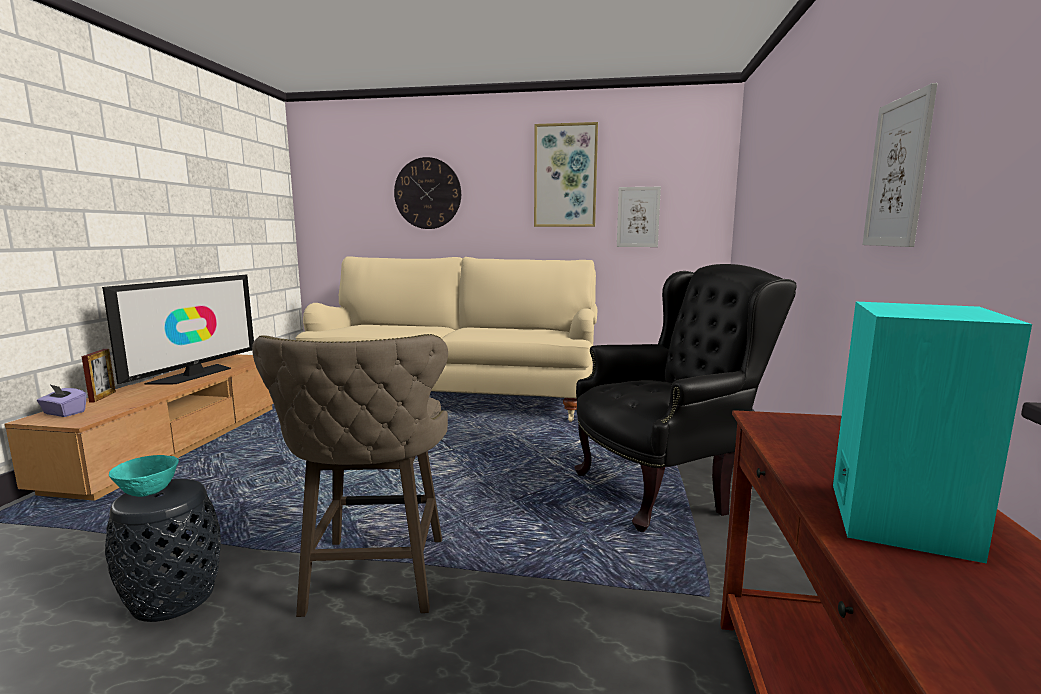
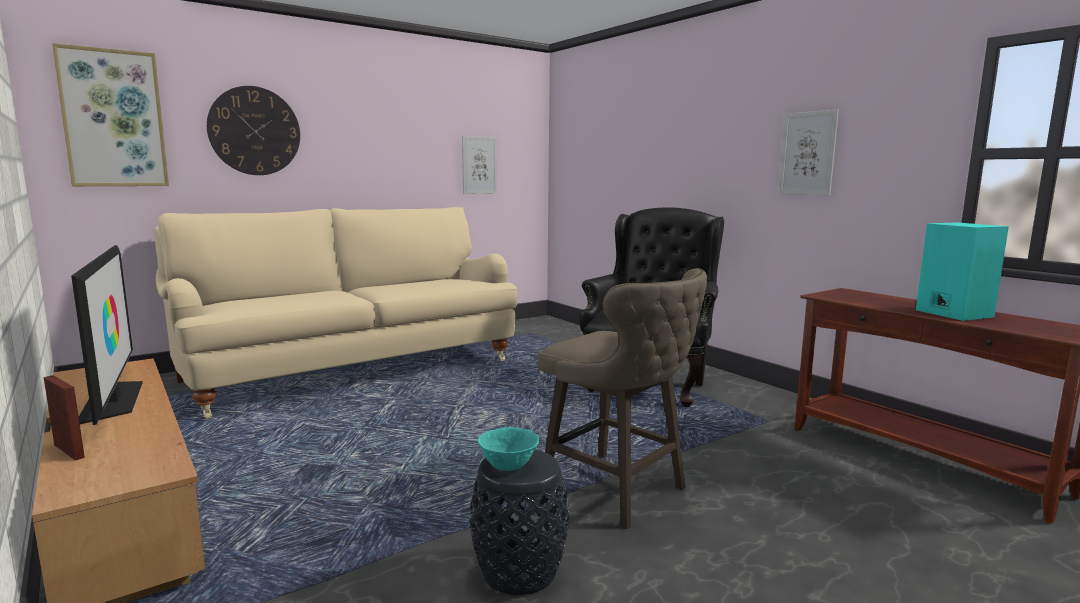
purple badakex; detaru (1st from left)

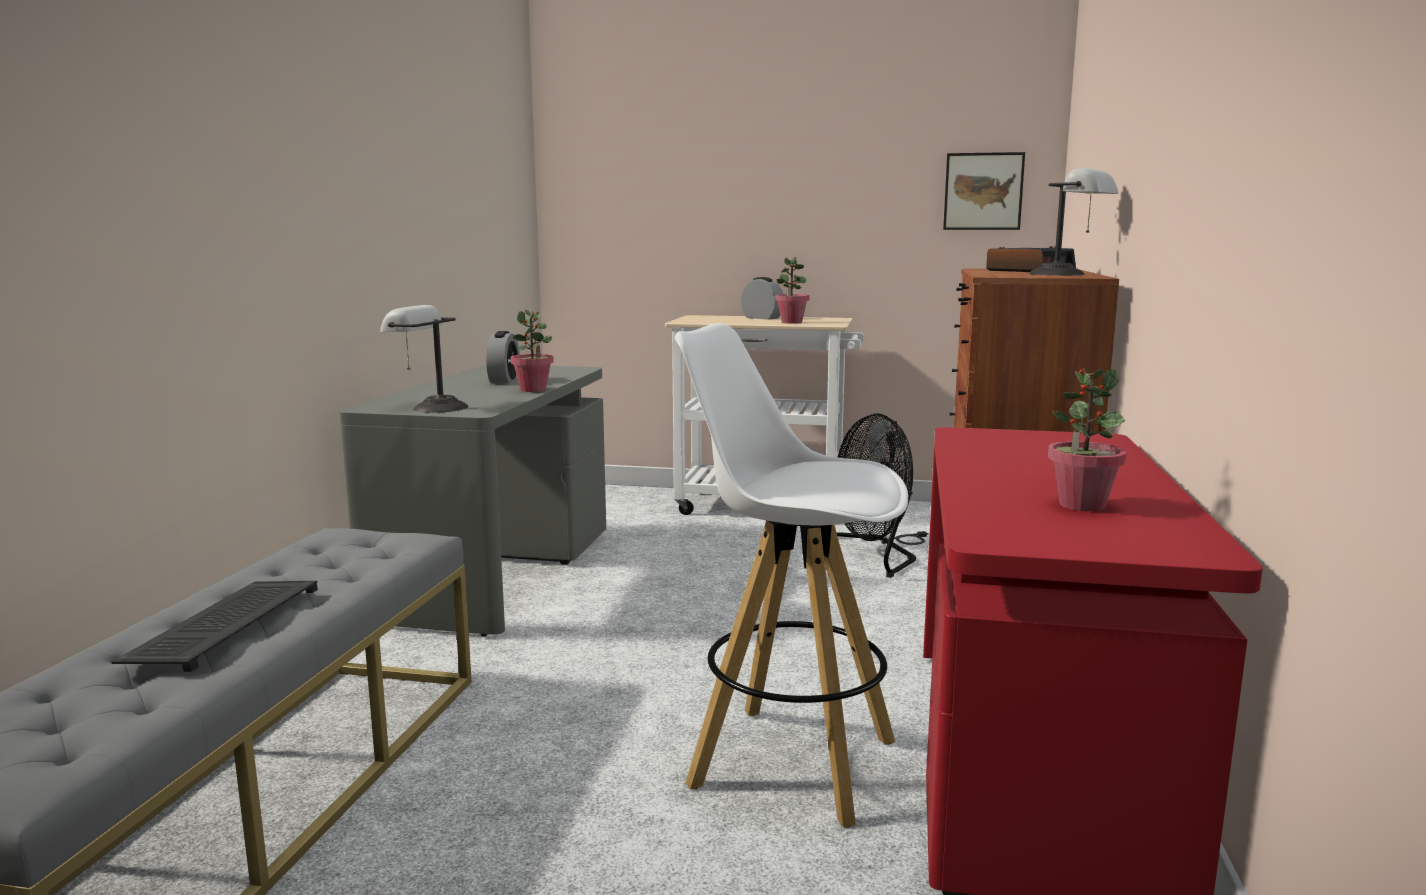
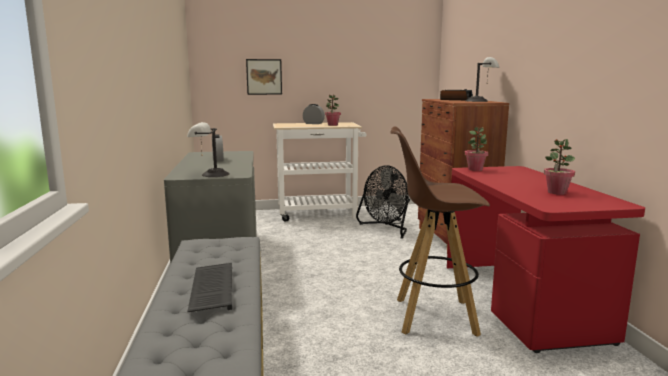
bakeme (2nd from left); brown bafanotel; detaru

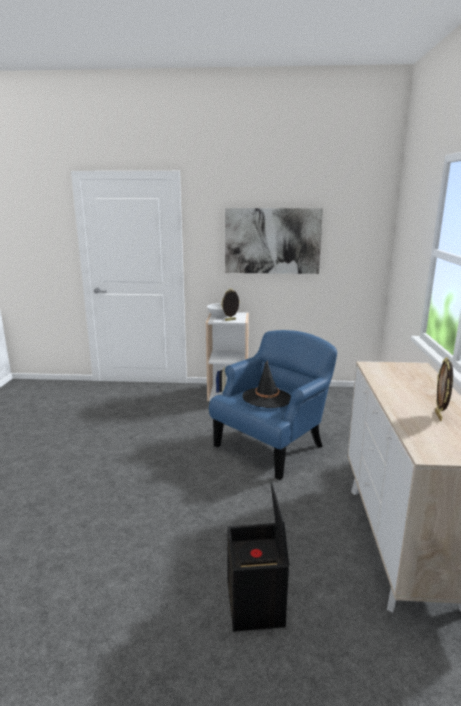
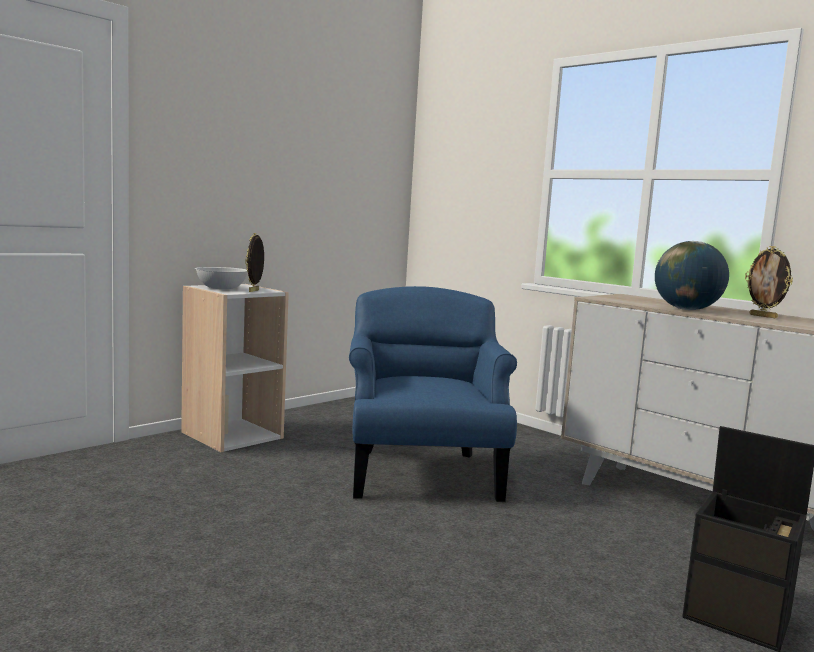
detaru; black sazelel; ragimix

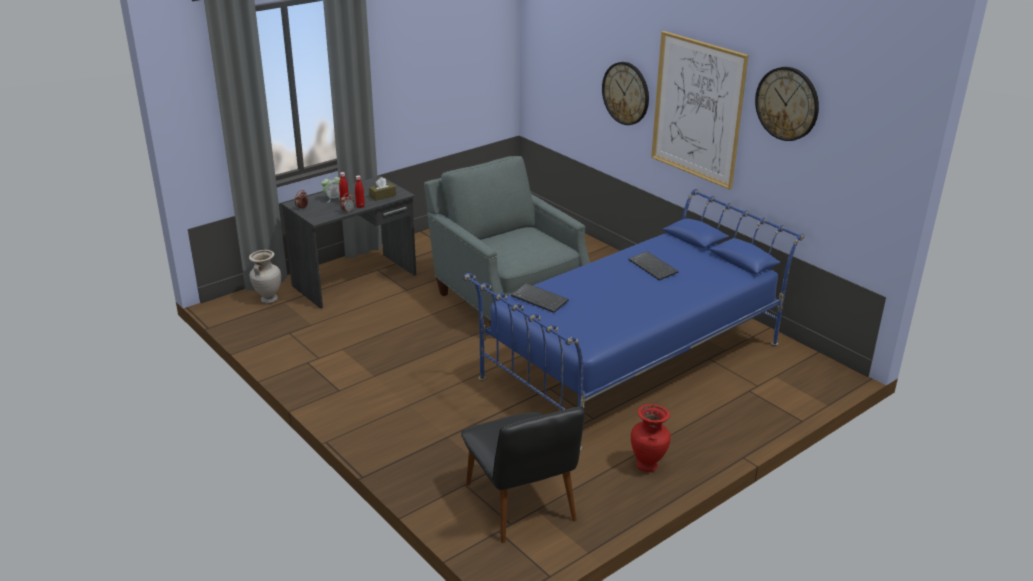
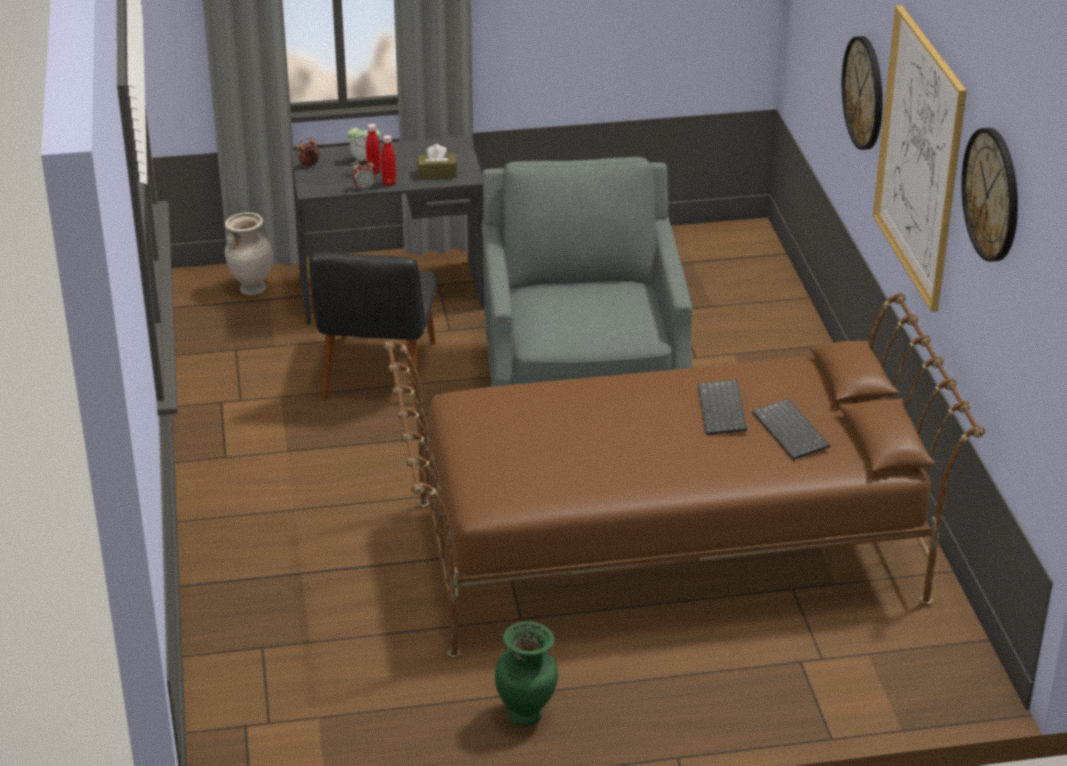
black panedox; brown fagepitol; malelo (2nd from left); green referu

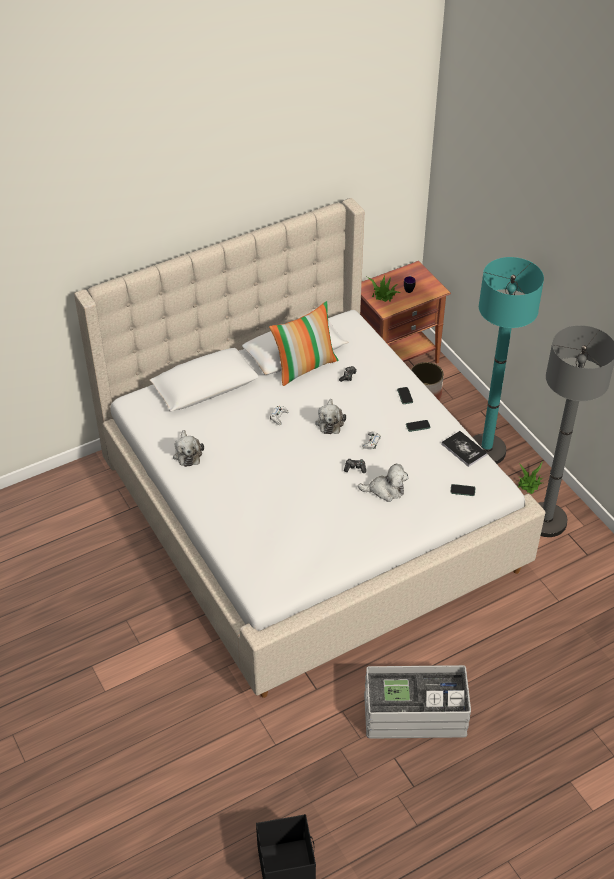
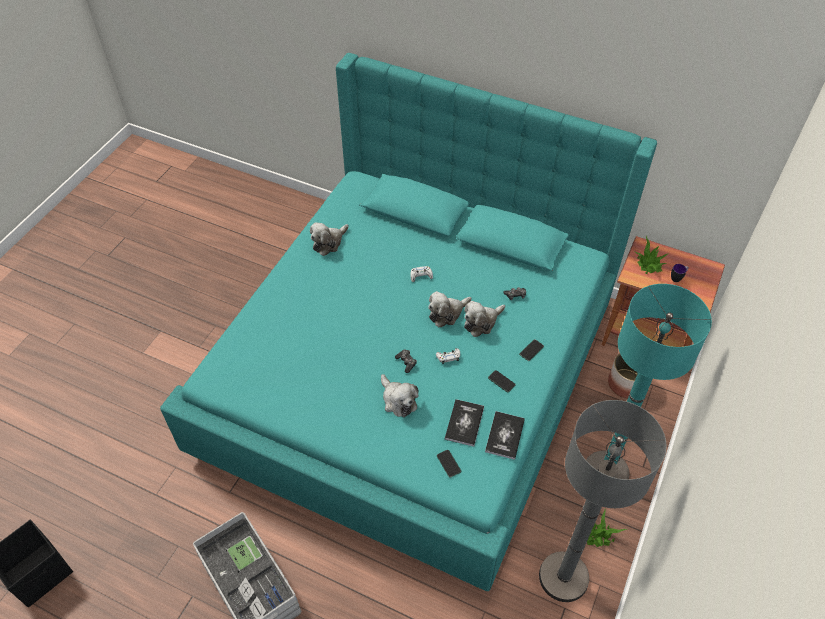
turquoise fagepitol; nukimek; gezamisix (1st from left); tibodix (4th from left)

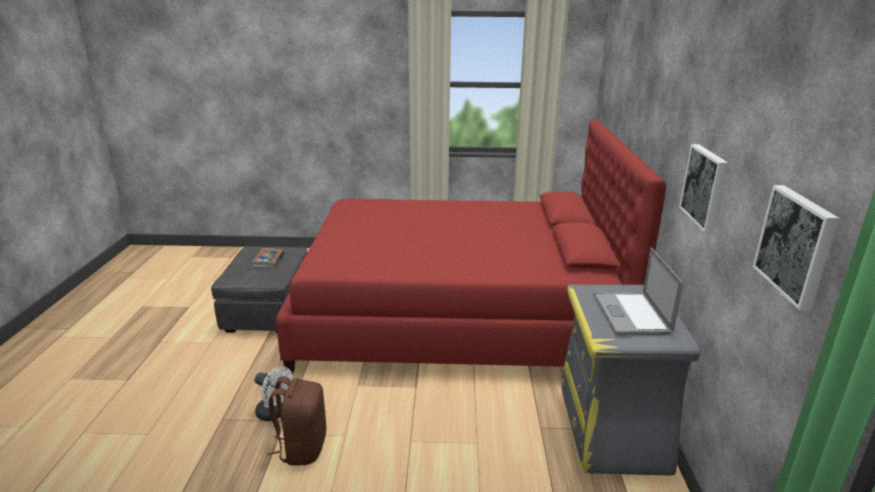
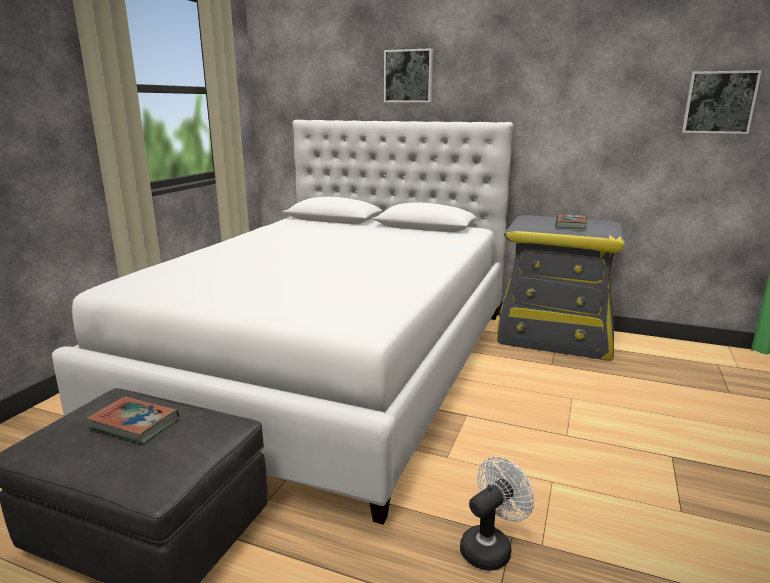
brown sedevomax; white fagepitol; gezamisix (2nd from left); detaru (1st from left)

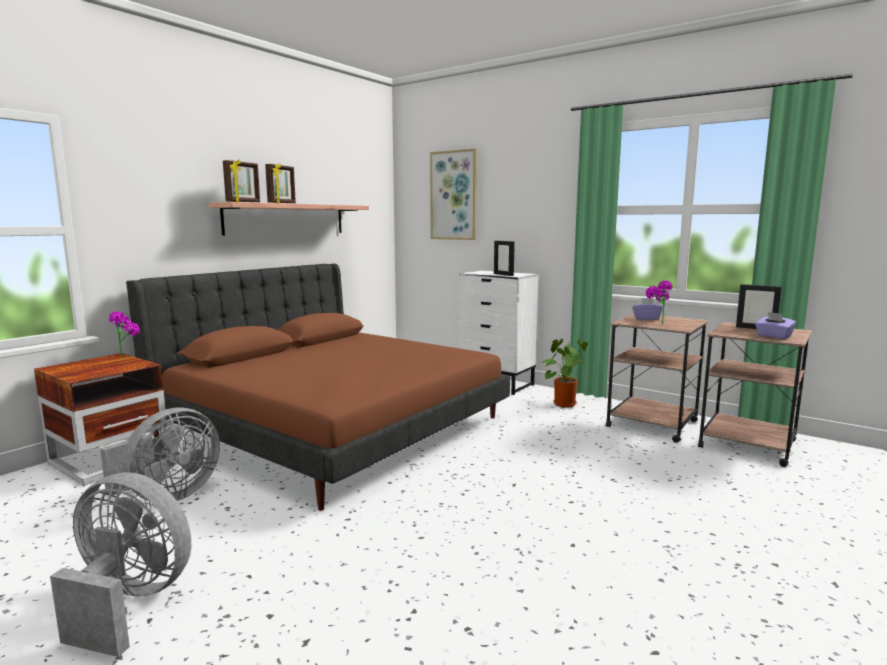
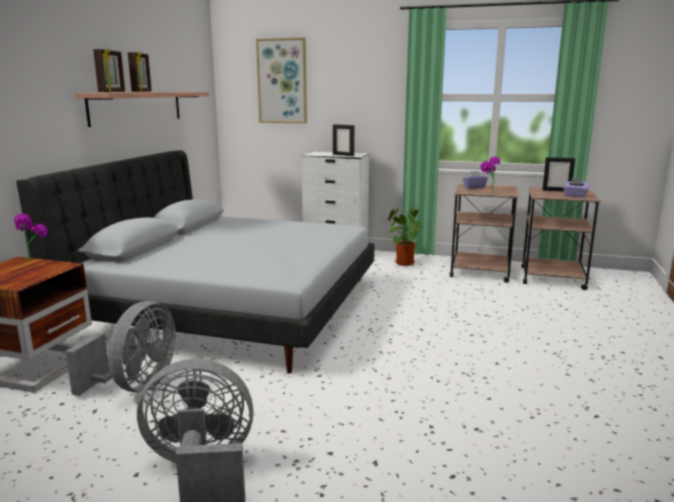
grey fagepitol

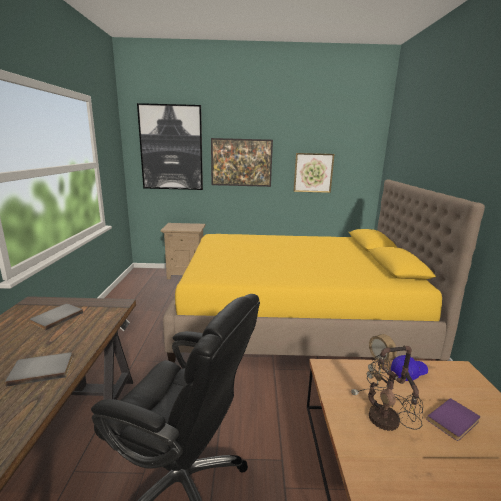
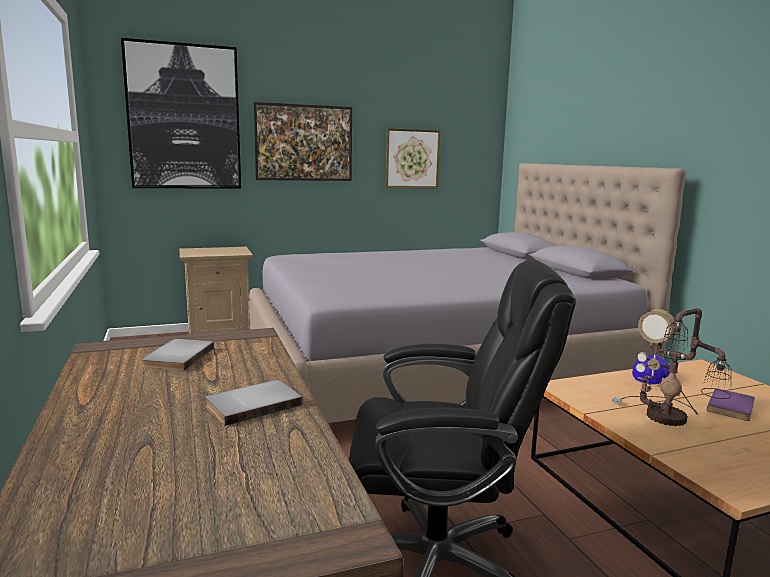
grey fagepitol

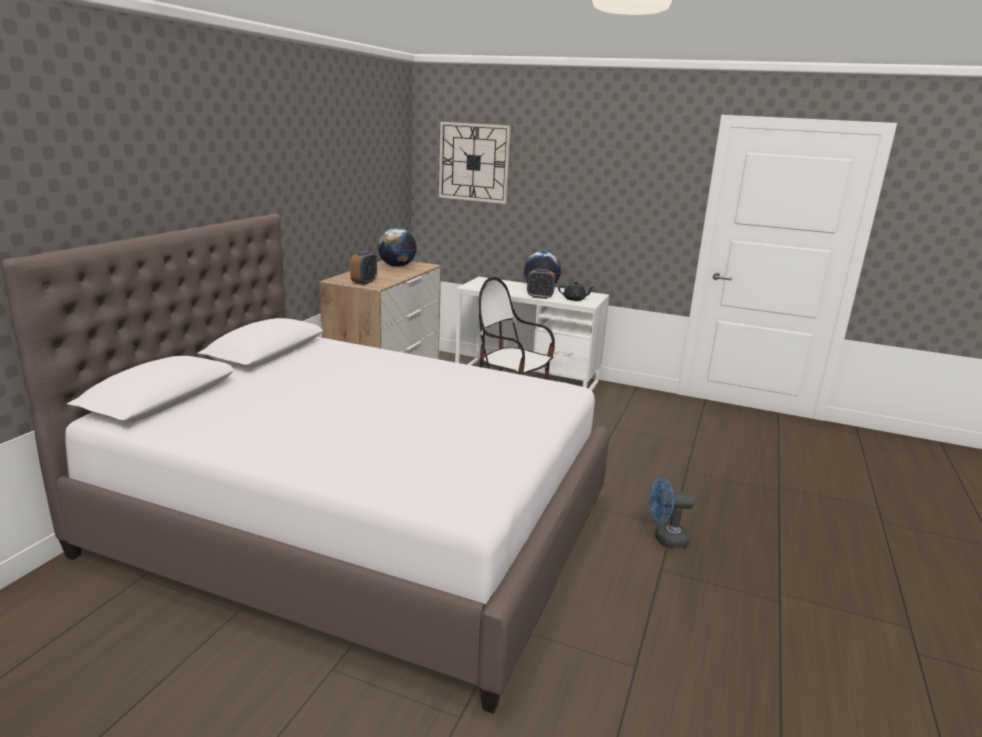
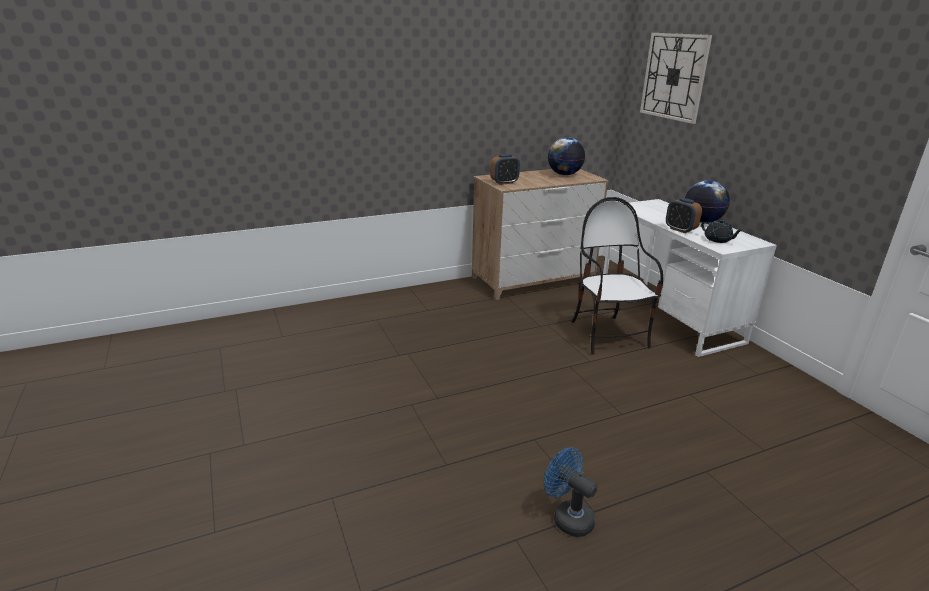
white fagepitol

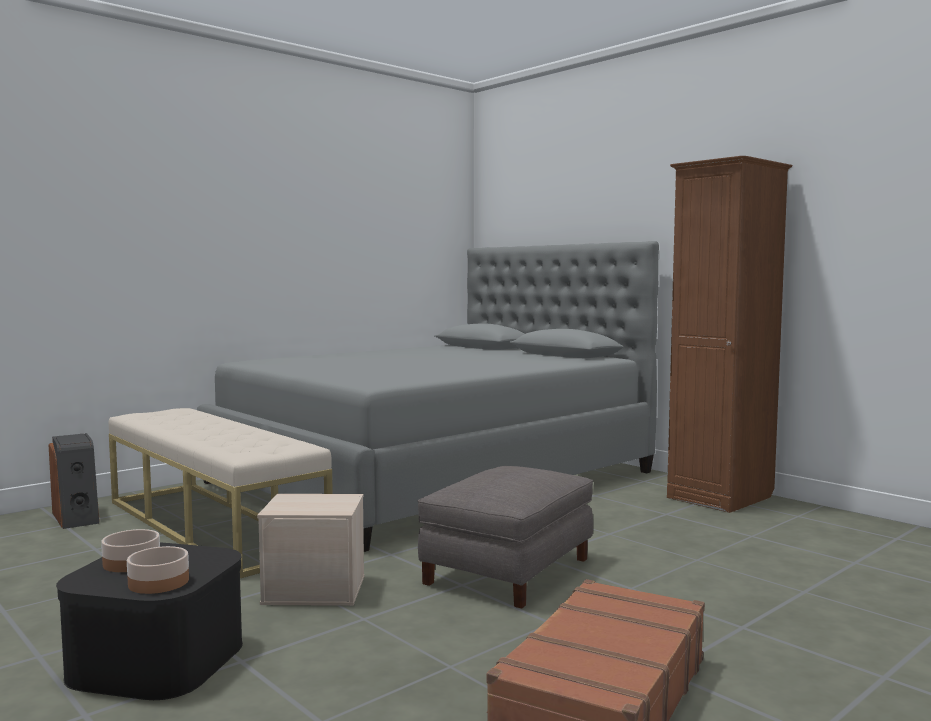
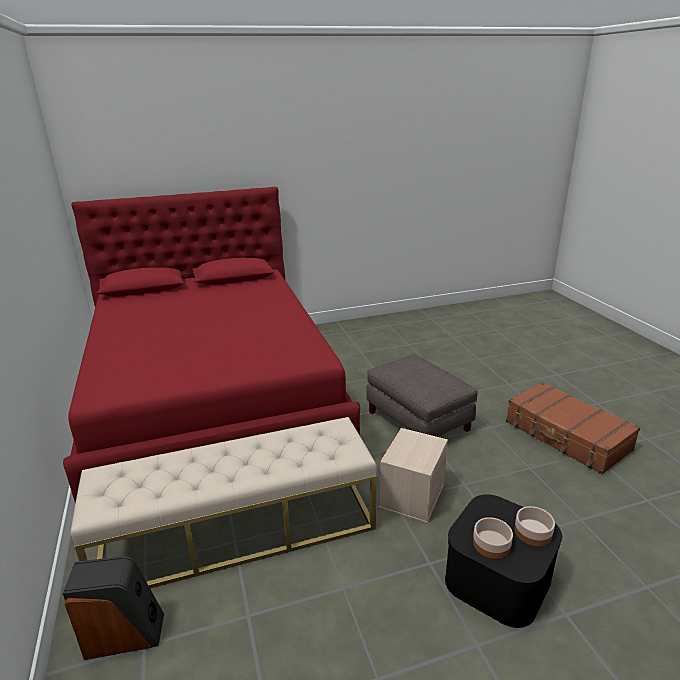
red fagepitol; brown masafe

